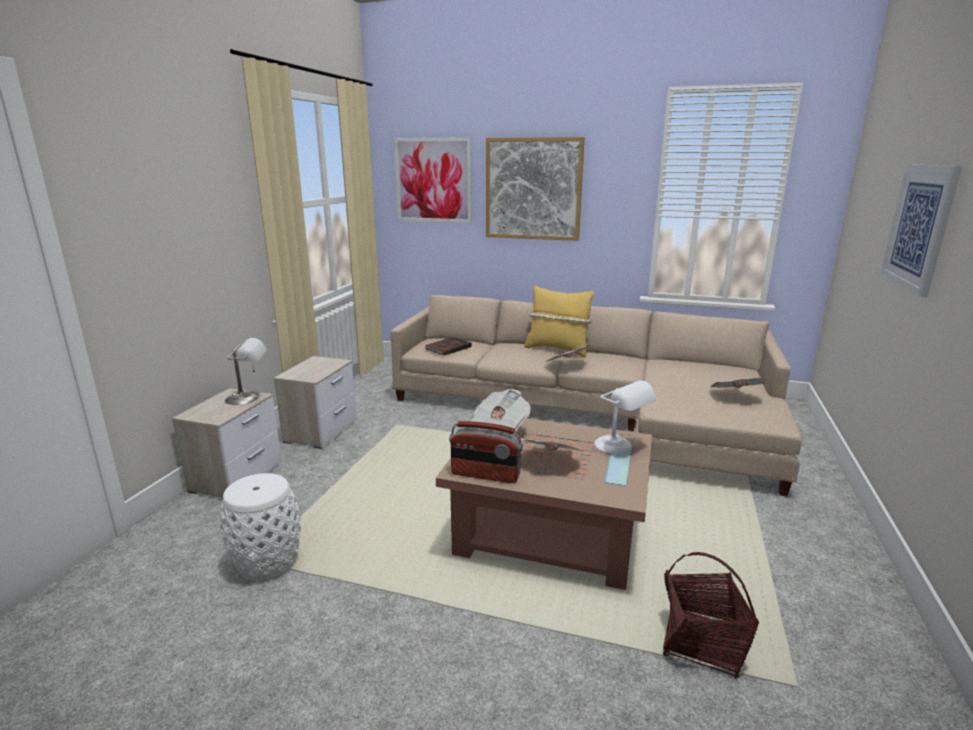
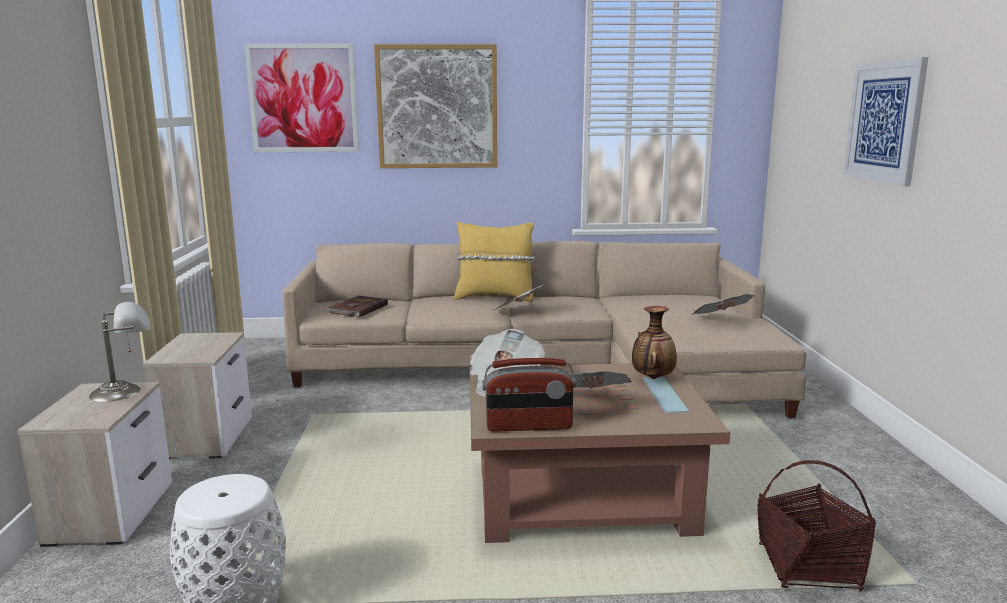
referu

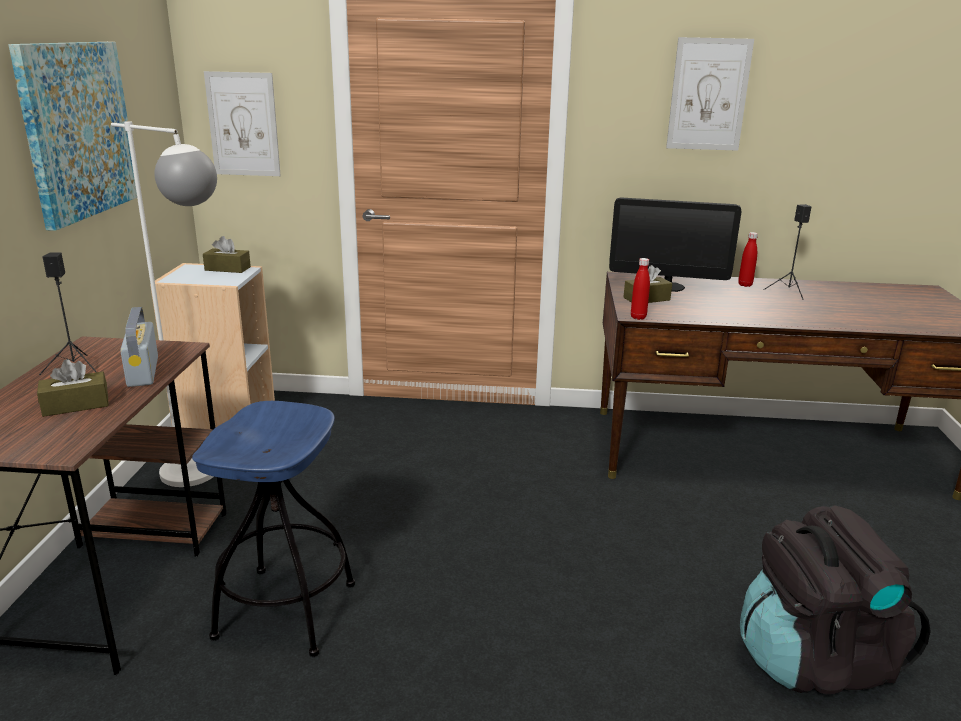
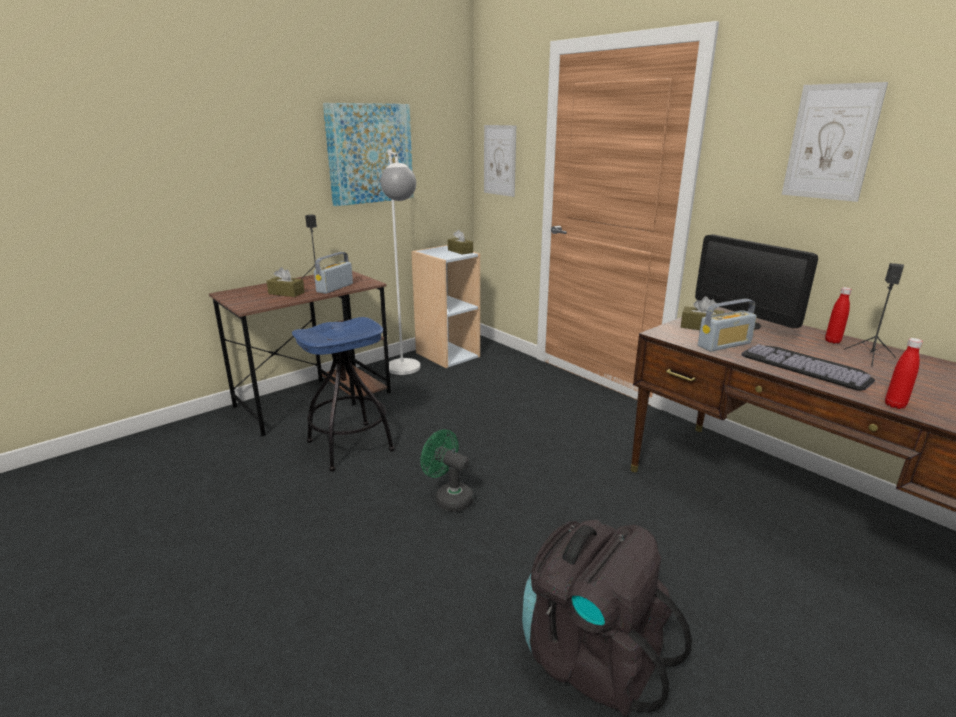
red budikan (2nd from left); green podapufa; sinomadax (2nd from left); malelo

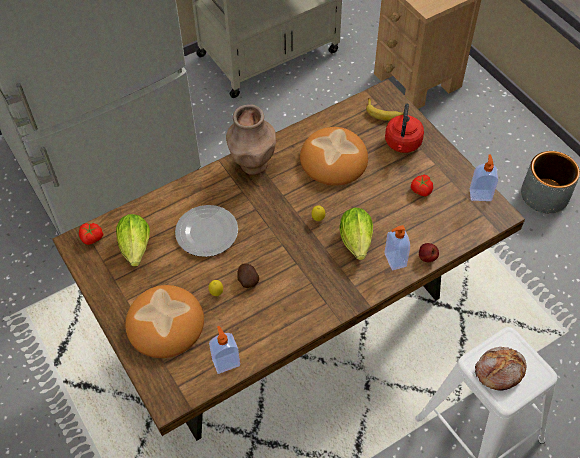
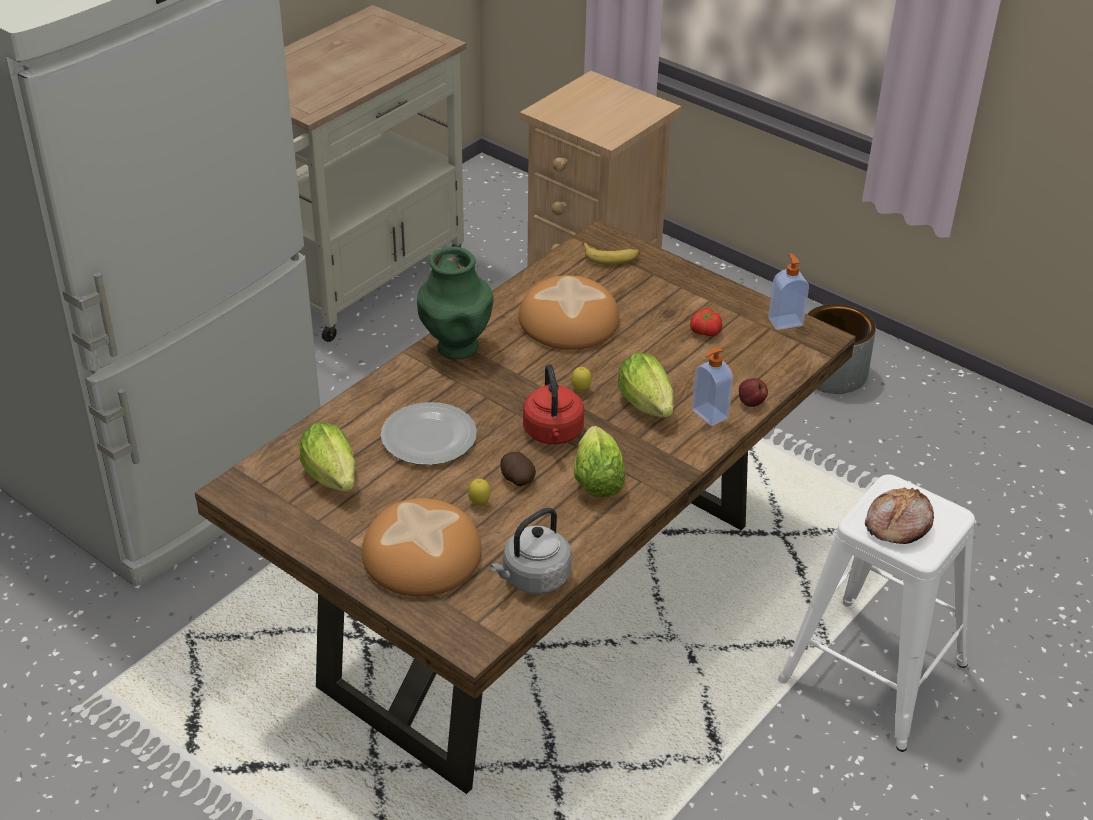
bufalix (1st from left in the first image); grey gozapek; green referu; red gozapek; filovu (2nd from left)

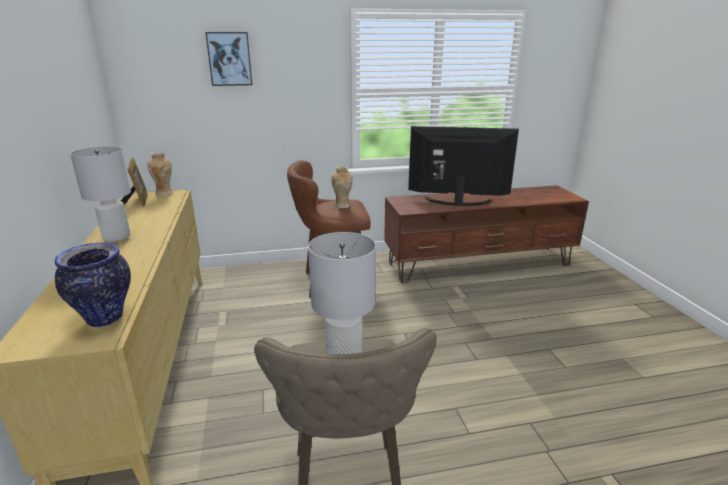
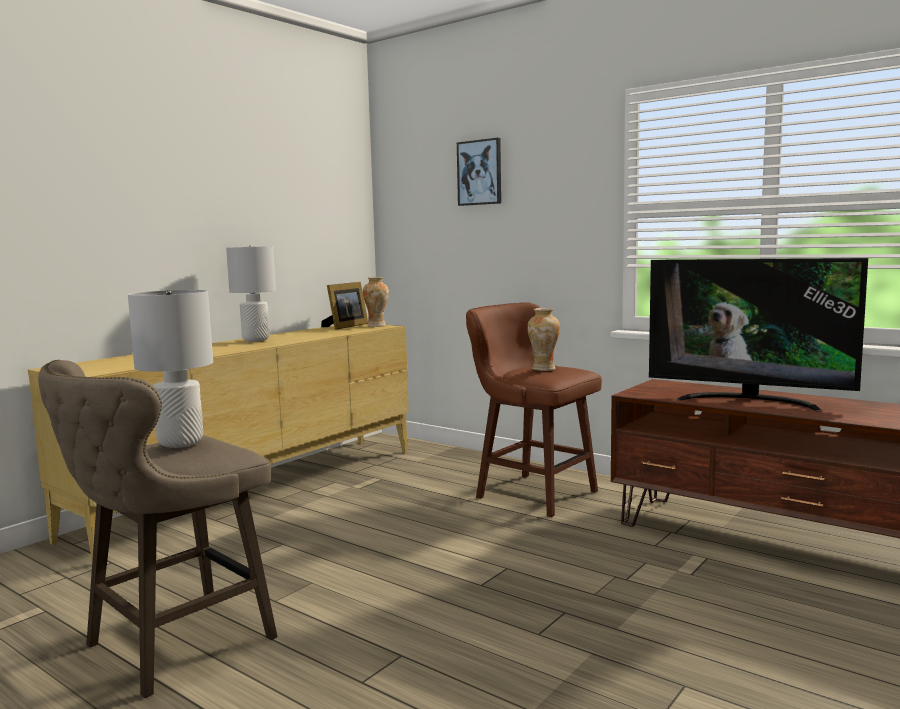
referu (1st from left in the first image); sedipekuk

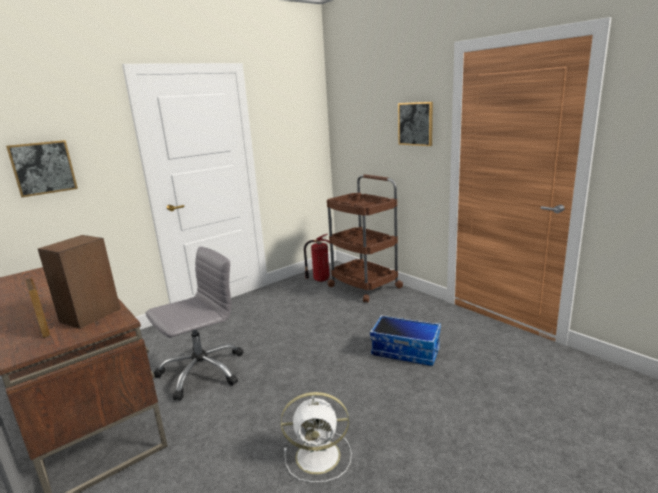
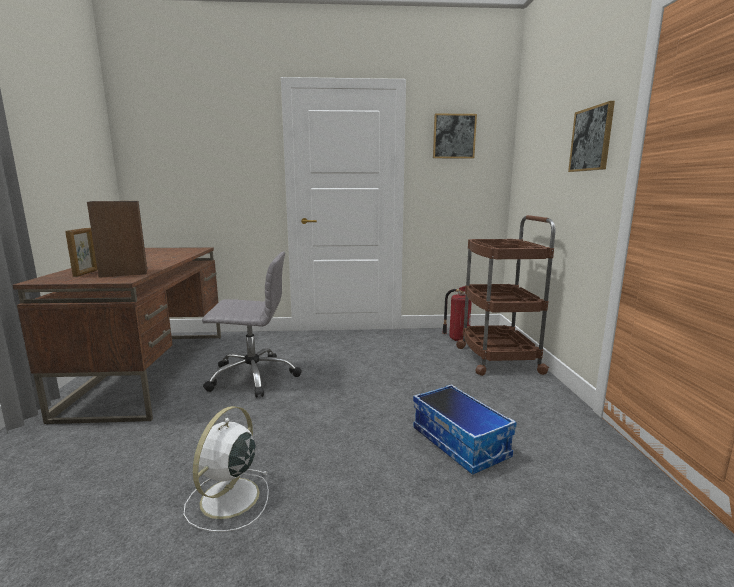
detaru (1st from left); white podapufa

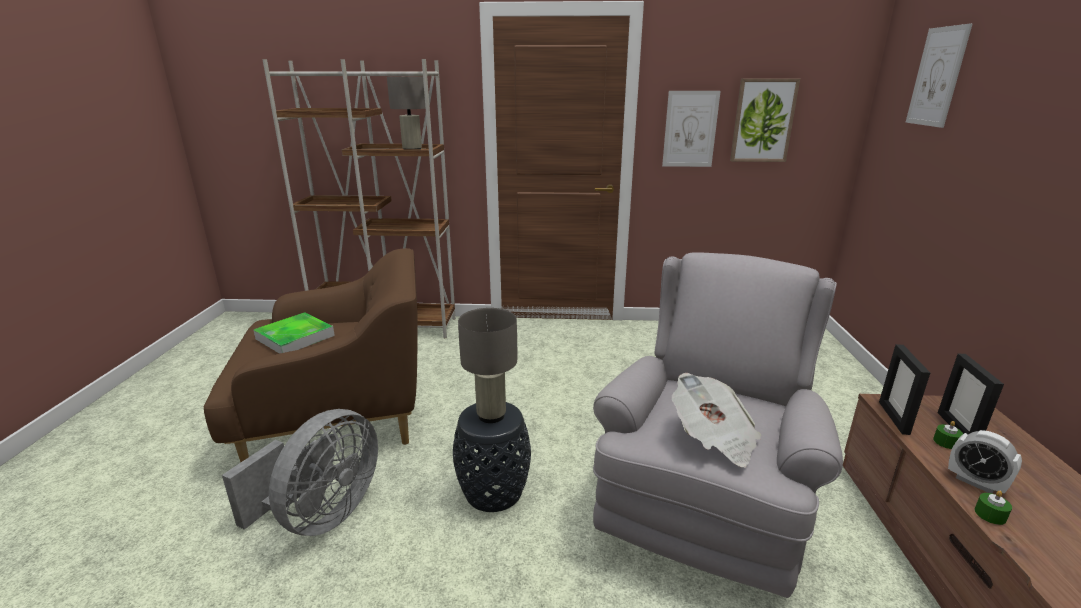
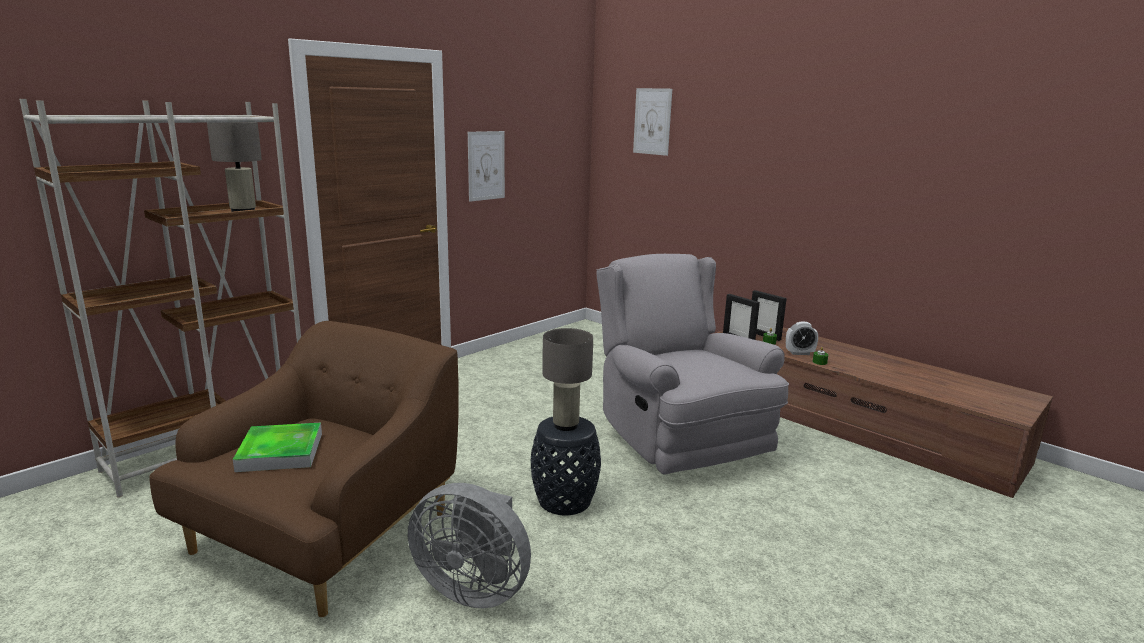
grey podapufa; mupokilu; detaru (2nd from left in the first image)

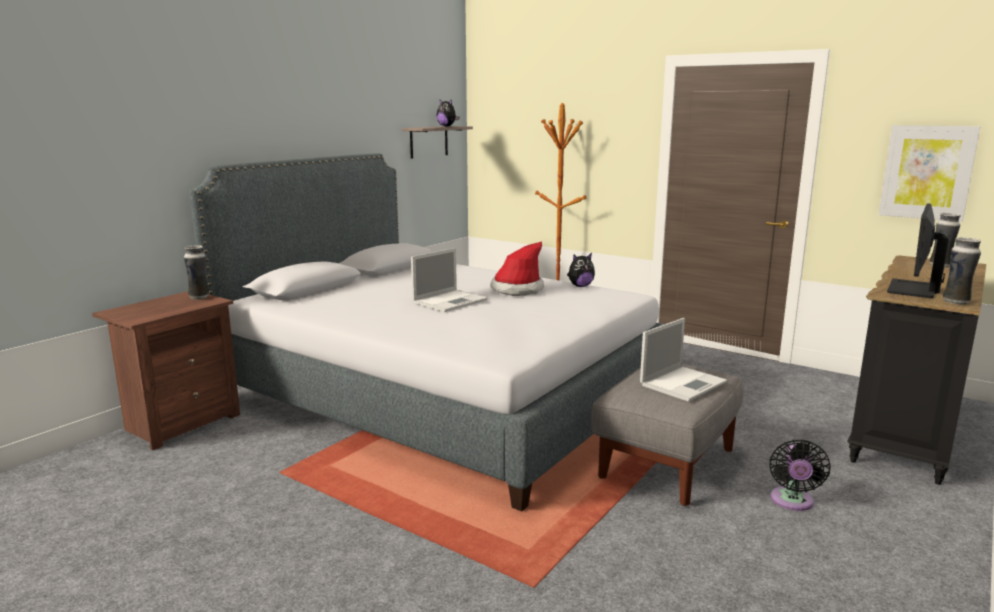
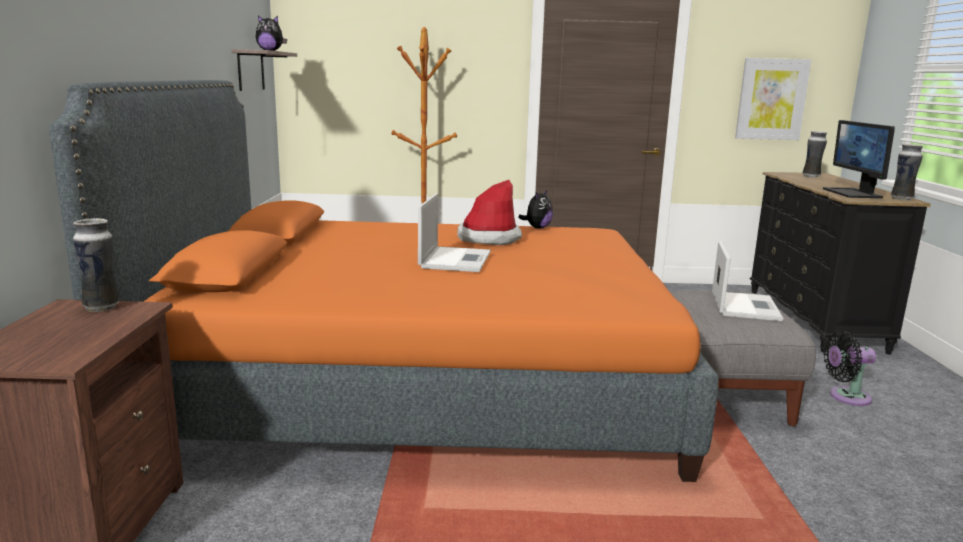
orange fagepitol; black podapufa

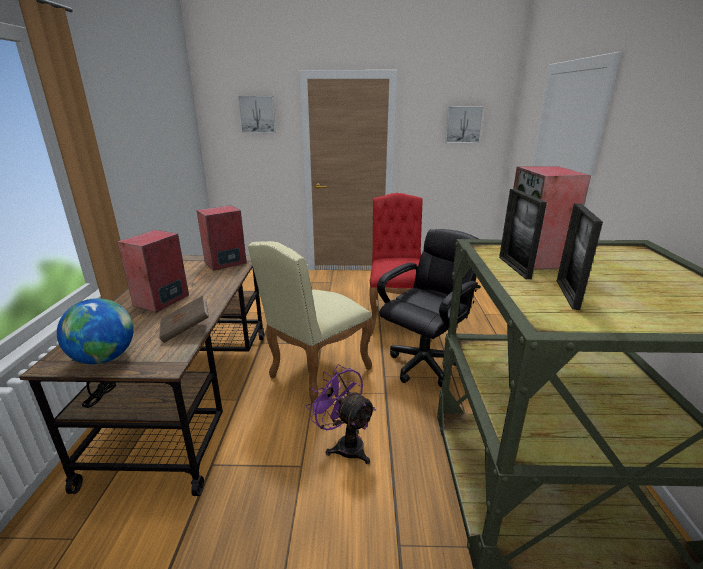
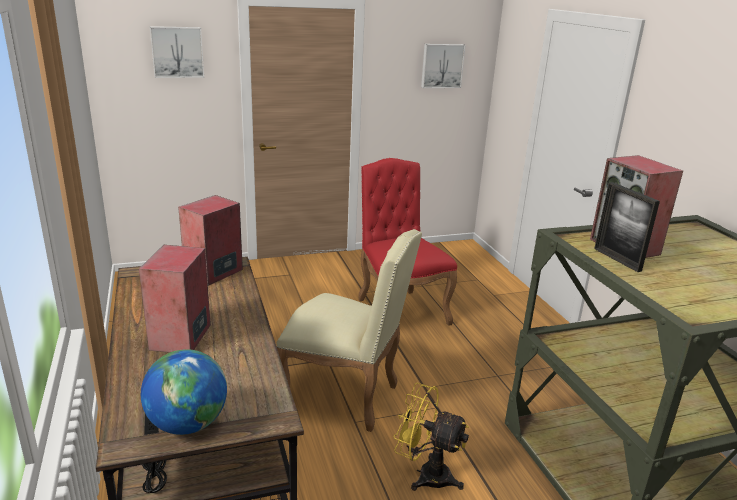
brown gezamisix; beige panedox; yellow podapufa; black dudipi; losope (2nd from left in the first image)

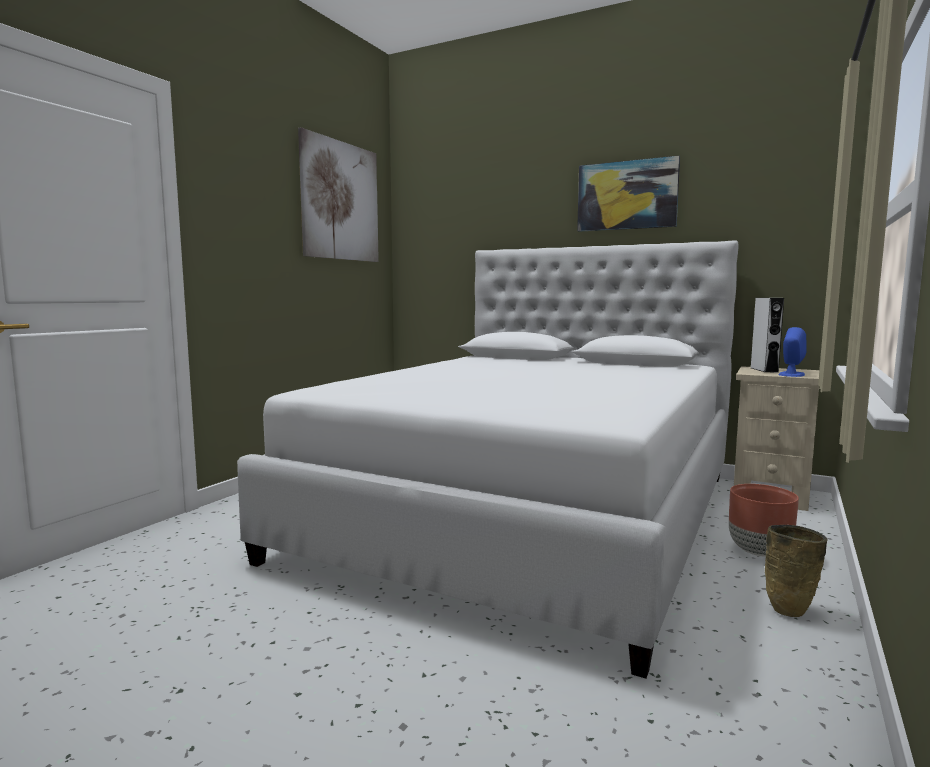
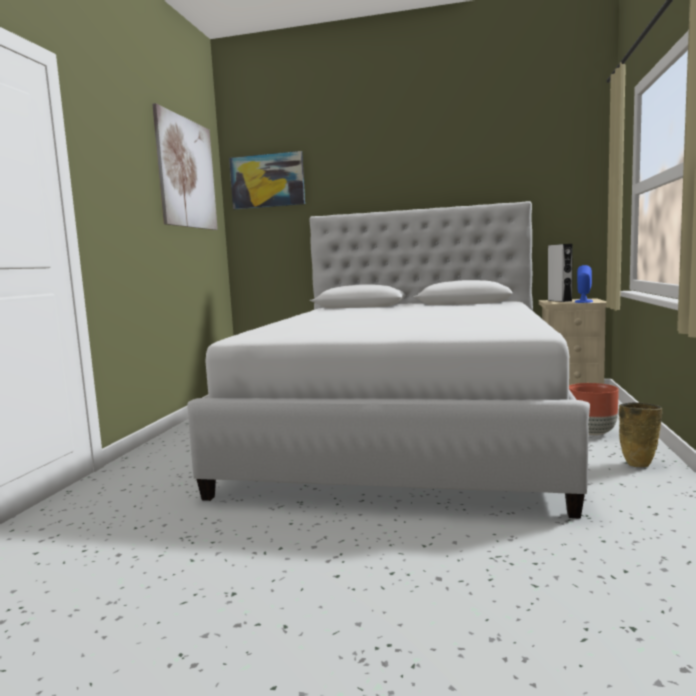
detaru (2nd from left)

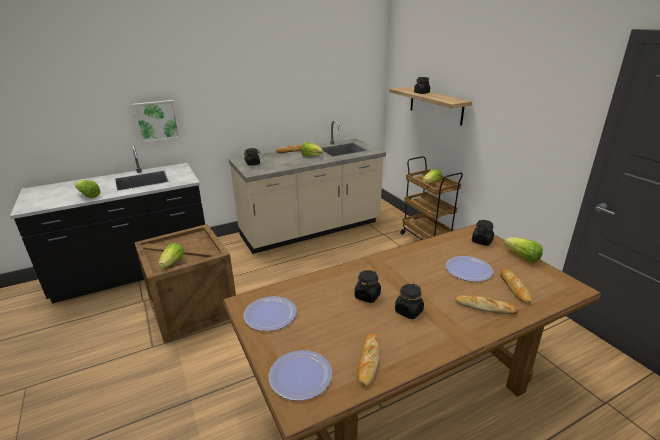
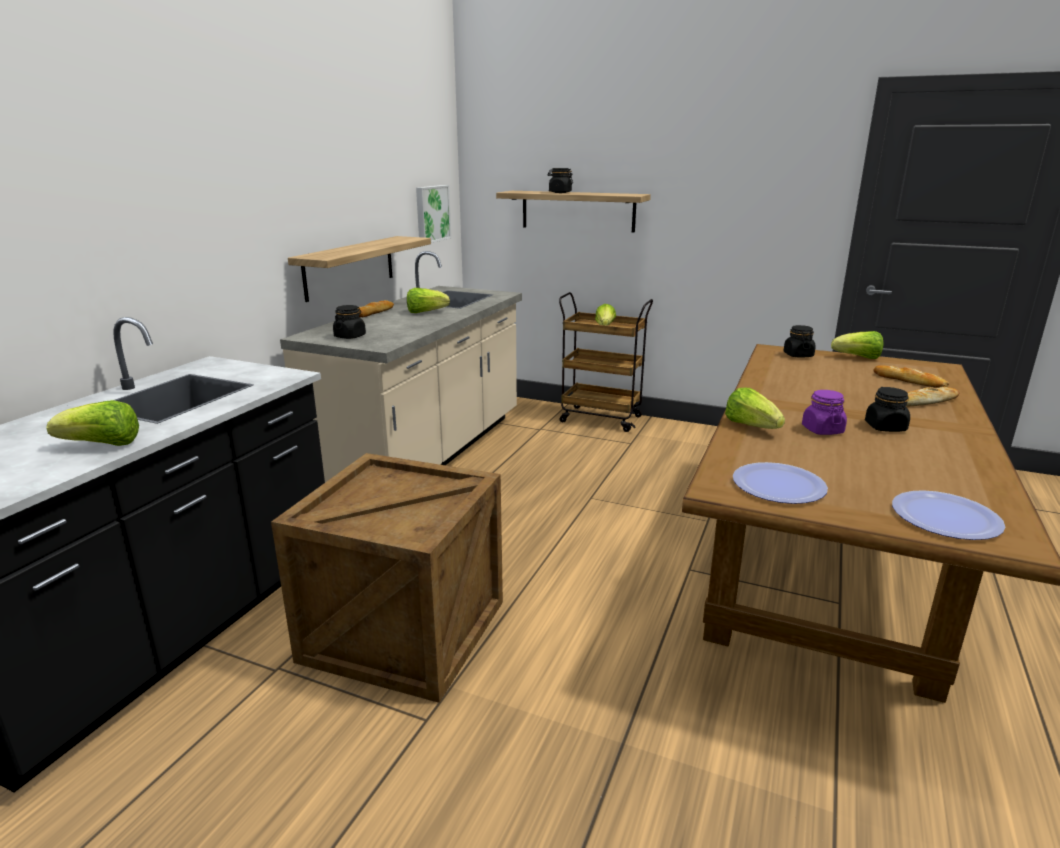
detaru; filovu (4th from left); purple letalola; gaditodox (2nd from left in the first image); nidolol (3rd from left in the first image); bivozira (1st from left)

